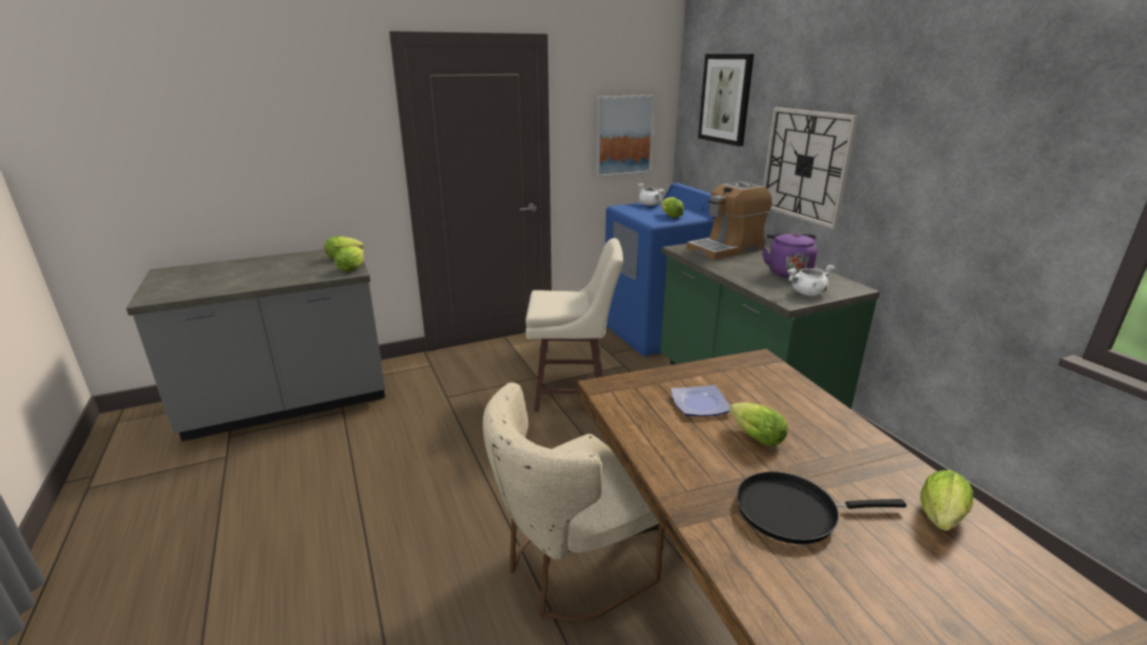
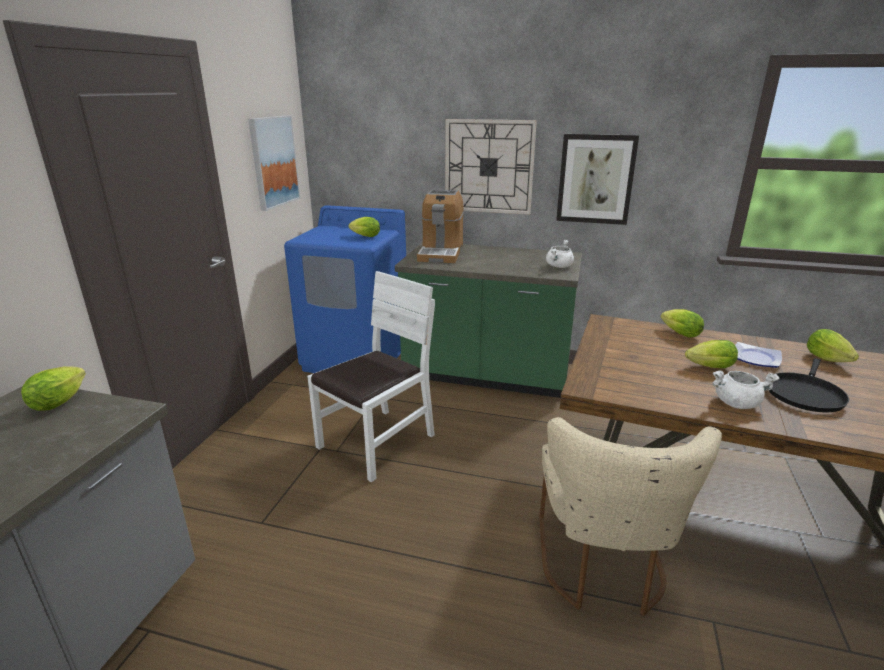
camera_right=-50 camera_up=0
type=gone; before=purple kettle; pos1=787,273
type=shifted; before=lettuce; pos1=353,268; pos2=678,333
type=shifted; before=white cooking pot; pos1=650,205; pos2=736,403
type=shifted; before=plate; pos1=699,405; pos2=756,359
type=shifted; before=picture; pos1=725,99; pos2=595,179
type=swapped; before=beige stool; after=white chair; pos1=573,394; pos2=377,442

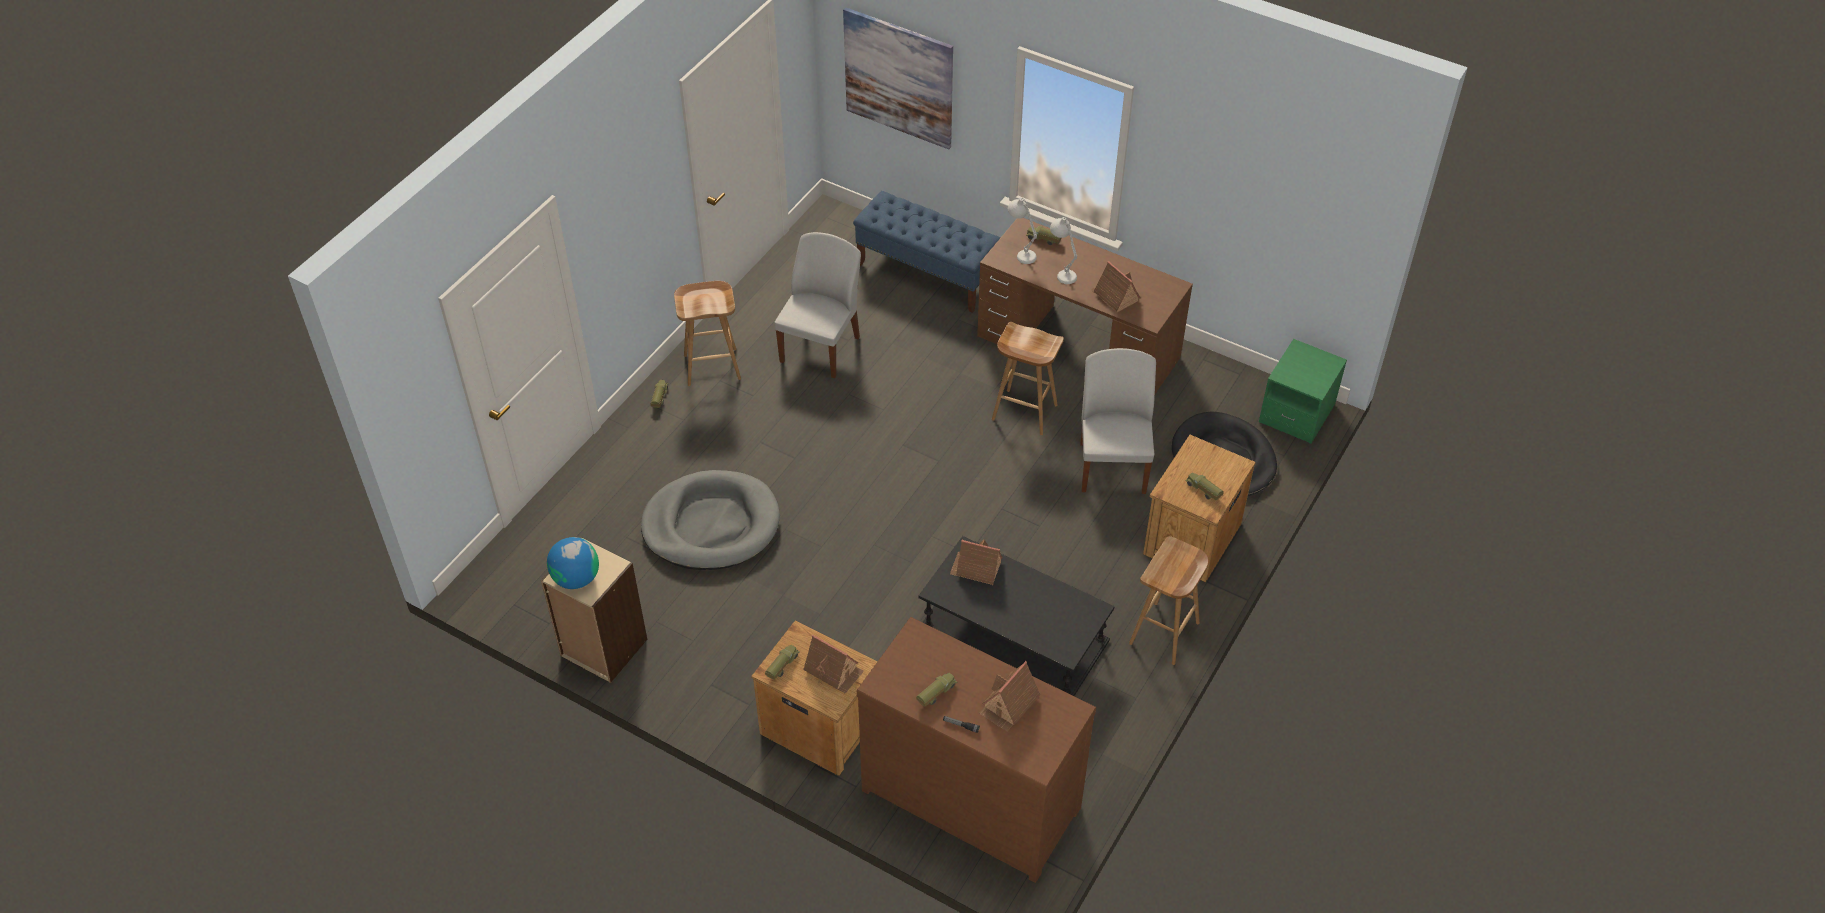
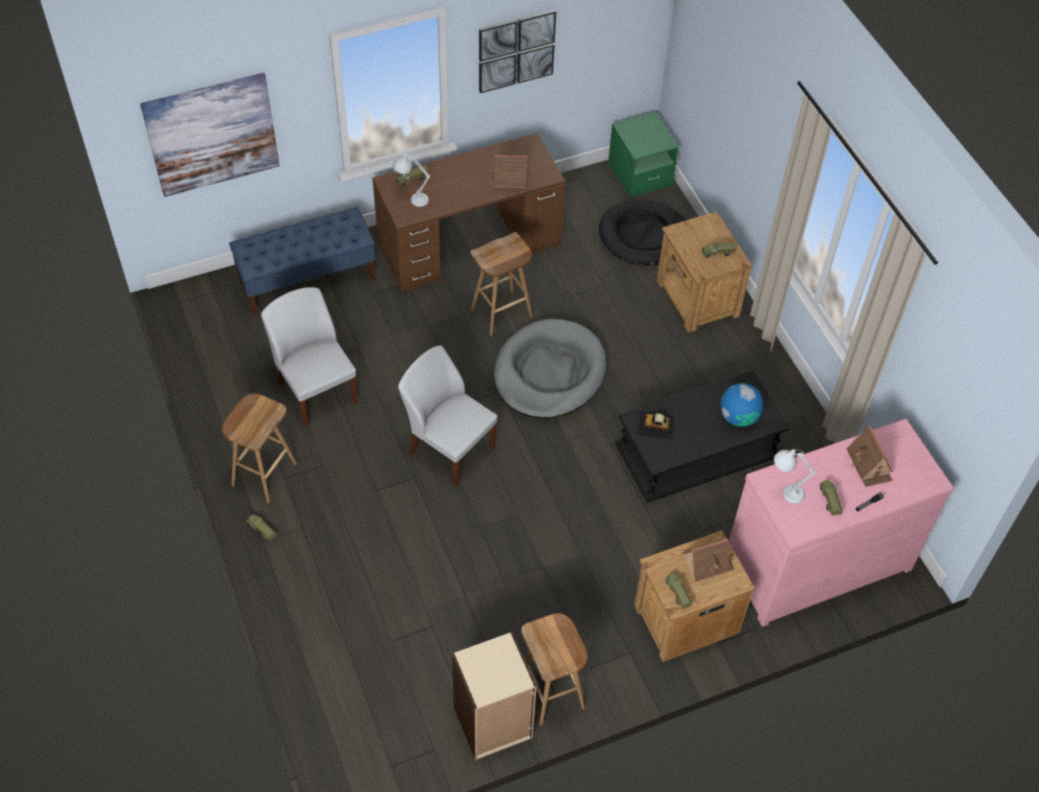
camera_right=-55 camera_up=5
type=new; after=picture; pos2=516,50
type=shifted; before=globe; pos1=576,578; pos2=739,417
type=shifted; before=grey dog bed; pos1=711,525; pos2=549,373
type=shifted; before=white table lamp; pos1=1062,272; pos2=784,493
type=shifted; before=white chair; pos1=1112,466; pos2=450,449
type=shifted; before=brown stool; pos1=1164,634; pos2=552,692
type=swapped; before=toy house; after=toy car; pos1=976,568; pos2=656,425
type=repainted; before=brown dresser; after=pink dresser; pos1=972,795; pos2=815,561

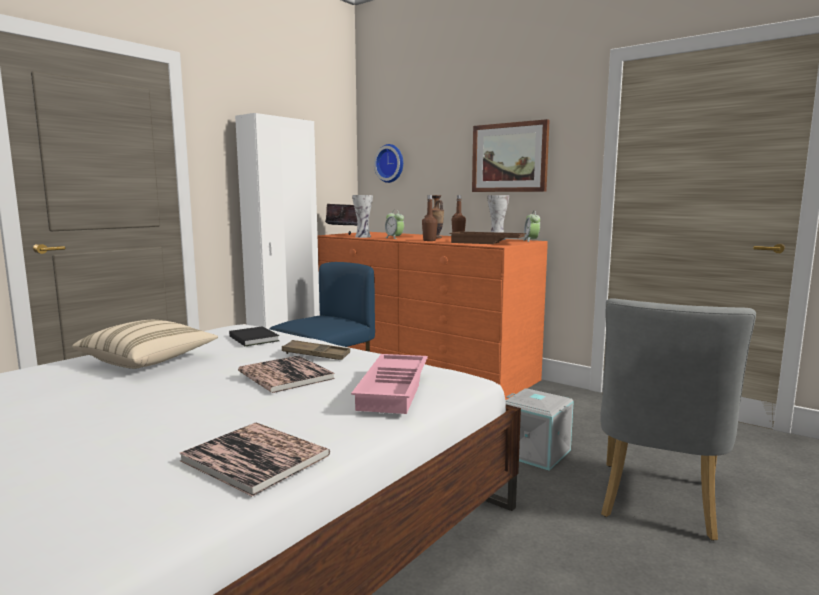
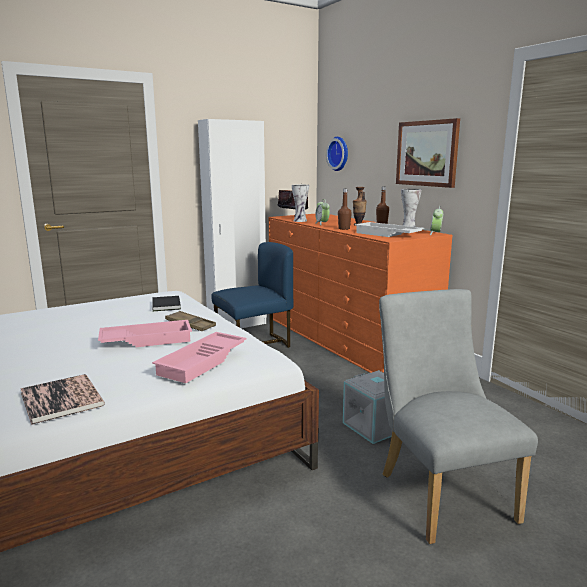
camera_right=20 camera_up=5
type=gone; before=beige pillow; pos1=149,361
type=swapped; before=book; after=pink tray; pos1=285,375; pos2=147,340
type=repainted; before=brown tray; after=white tray; pos1=486,243; pos2=387,234
type=rotated; before=grey chair; pos1=657,505; pos2=440,491; turn=120

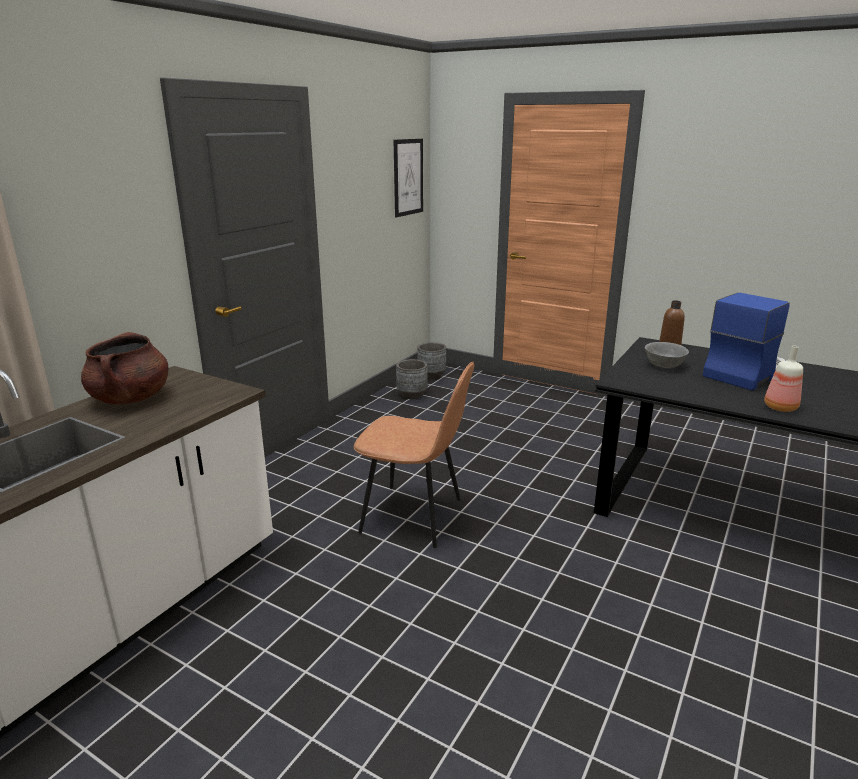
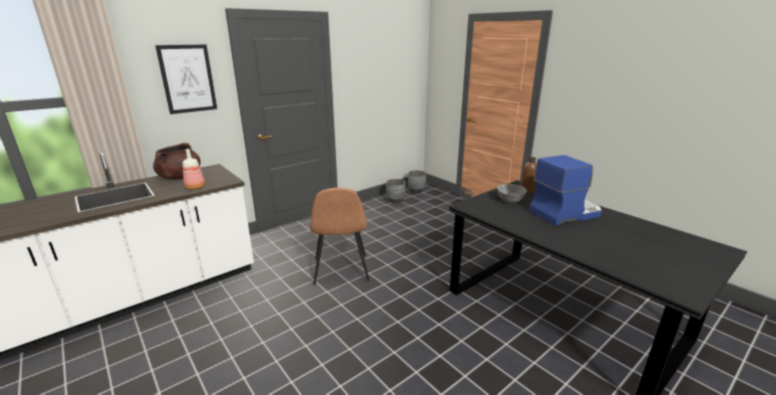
camera_right=20 camera_up=0
type=shifted; before=picture; pos1=408,177; pos2=188,79
type=shifted; before=bottle; pos1=779,407; pos2=195,187
type=rotated; before=brown chair; pos1=414,516; pos2=341,270; turn=45

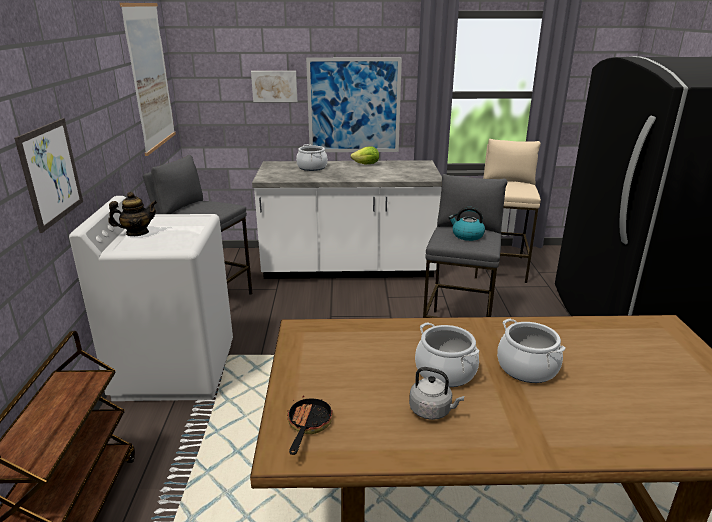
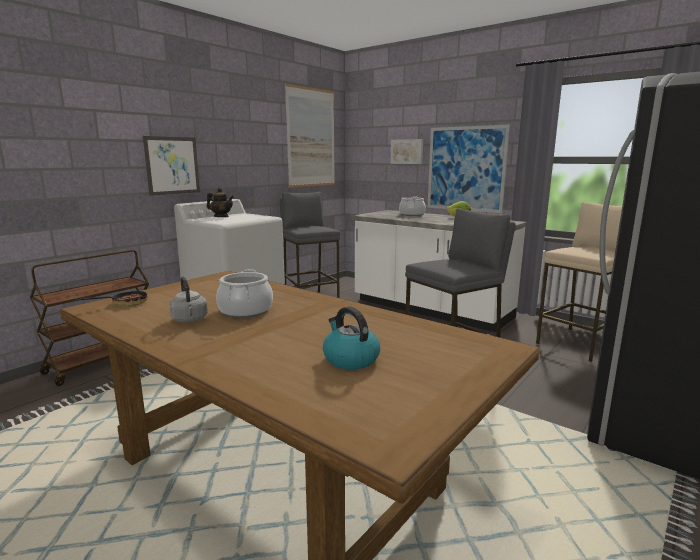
camera_right=40 camera_up=-10
type=gone; before=cooking pot; pos1=527,368
type=shifted; before=kettle; pos1=467,236; pos2=350,359

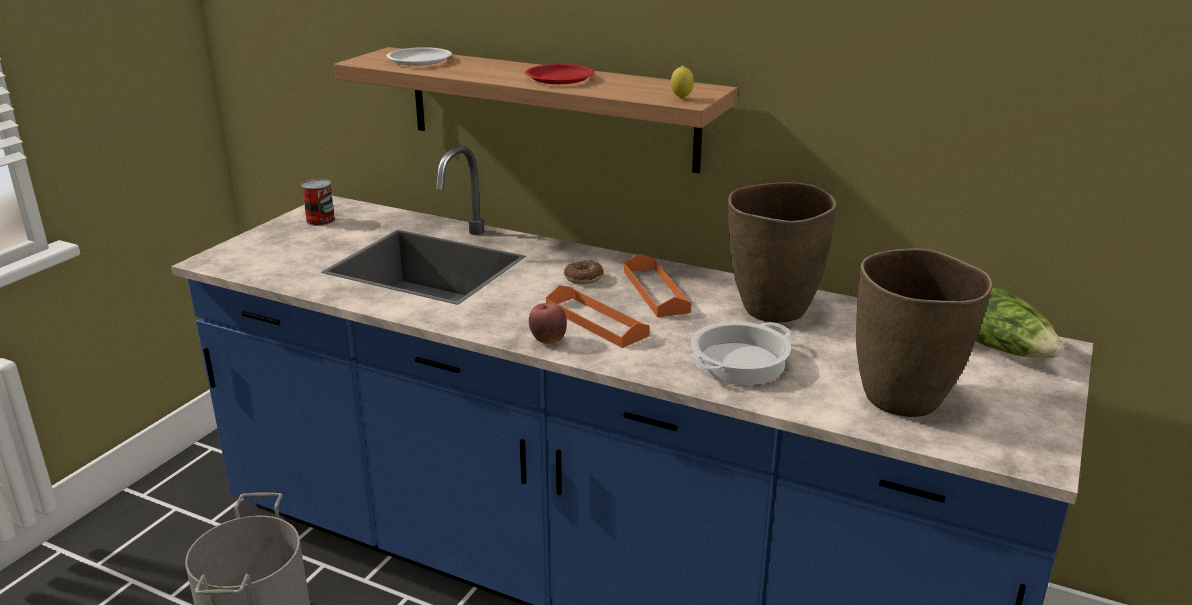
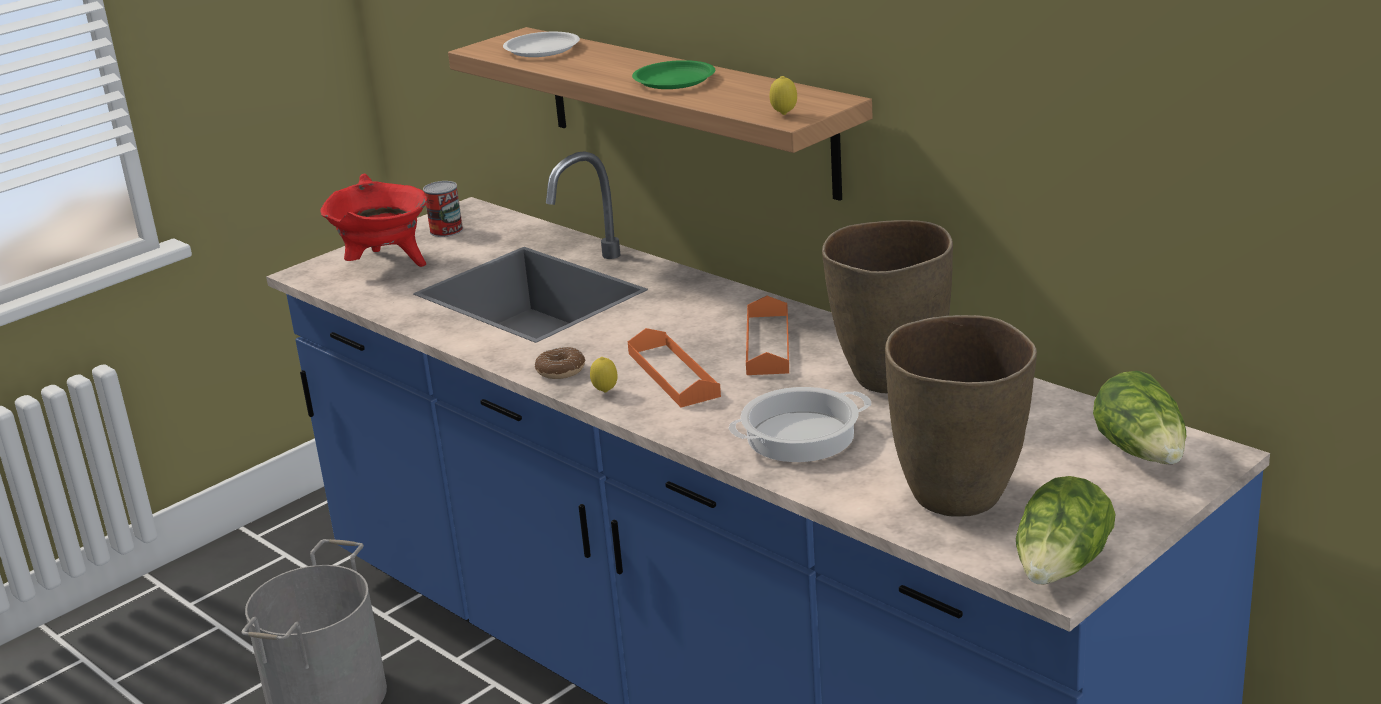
camera_right=20 camera_up=0
type=new; after=red cooking pot; pos2=385,265
type=new; after=lettuce; pos2=1061,568
type=shifted; before=donut; pos1=583,278; pos2=561,371
type=swapped; before=apple; after=lemon; pos1=548,340; pos2=605,392
type=repainted; before=red plate; after=green plate; pos1=559,79; pos2=673,80

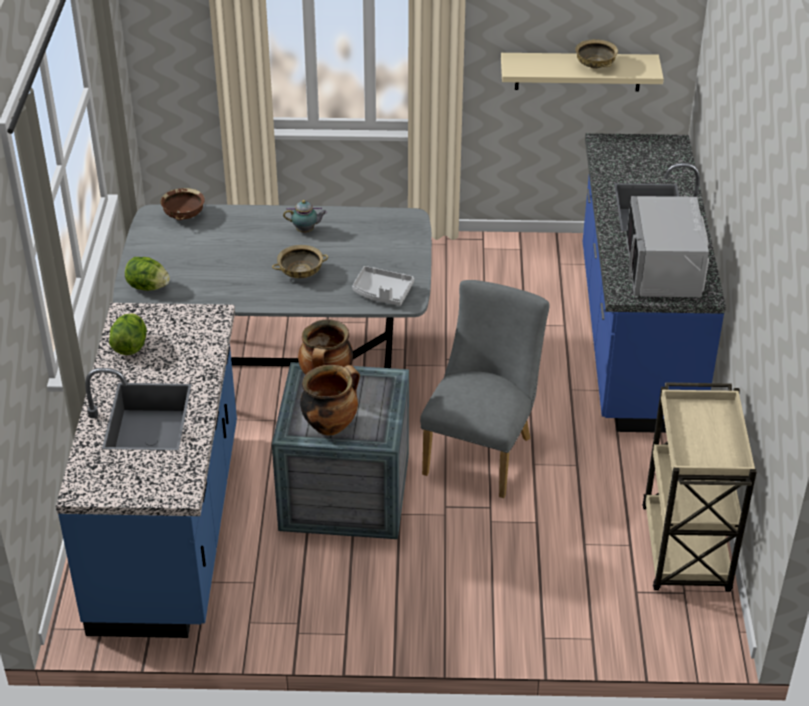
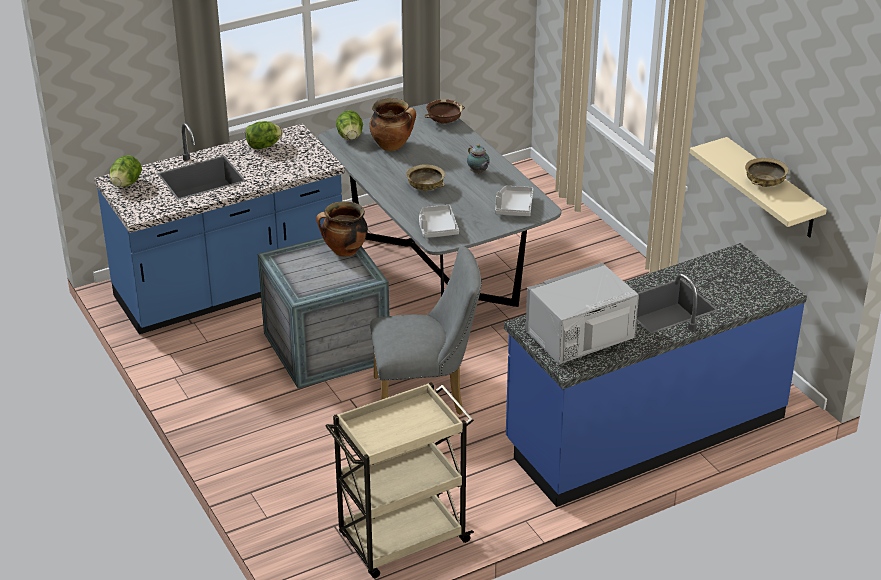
camera_right=60 camera_up=-5
type=new; after=lettuce; pos2=126,184
type=new; after=grey tray; pos2=513,207
type=shifted; before=cooking pot; pos1=330,425; pos2=392,146

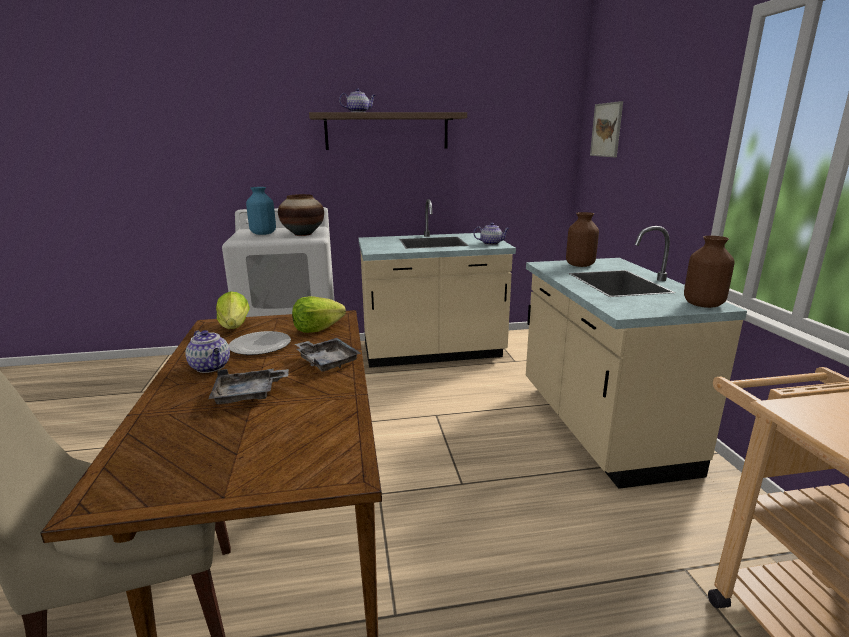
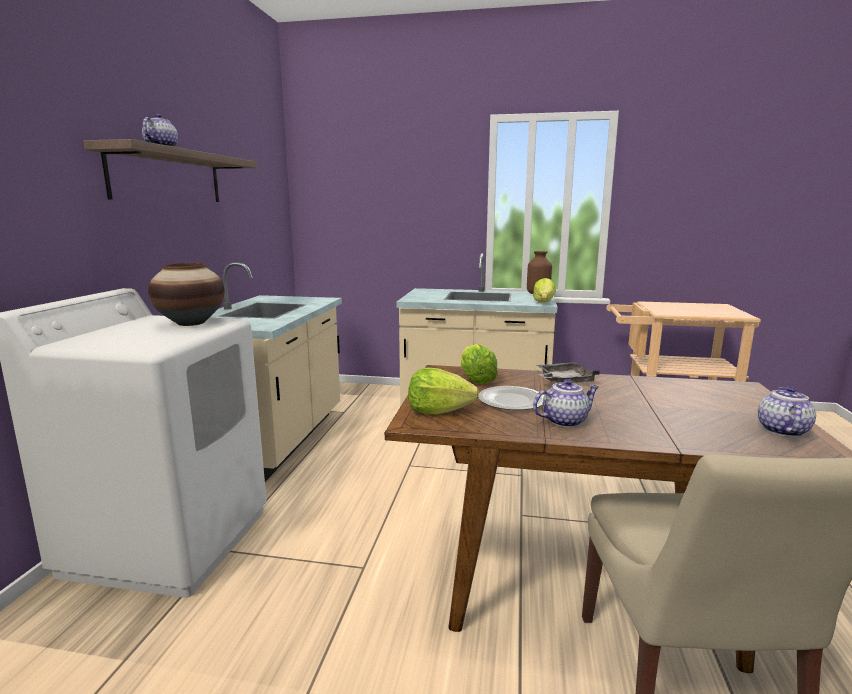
camera_right=-70 camera_up=-5
type=gone; before=grey tray; pos1=248,394
type=gone; before=blue vase; pos1=263,233
type=gone; before=brown vase; pos1=580,265
type=gone; before=picture; pos1=606,130
type=new; after=lettuce; pos2=543,303
type=shifted; before=teapot; pos1=491,243; pos2=781,430

